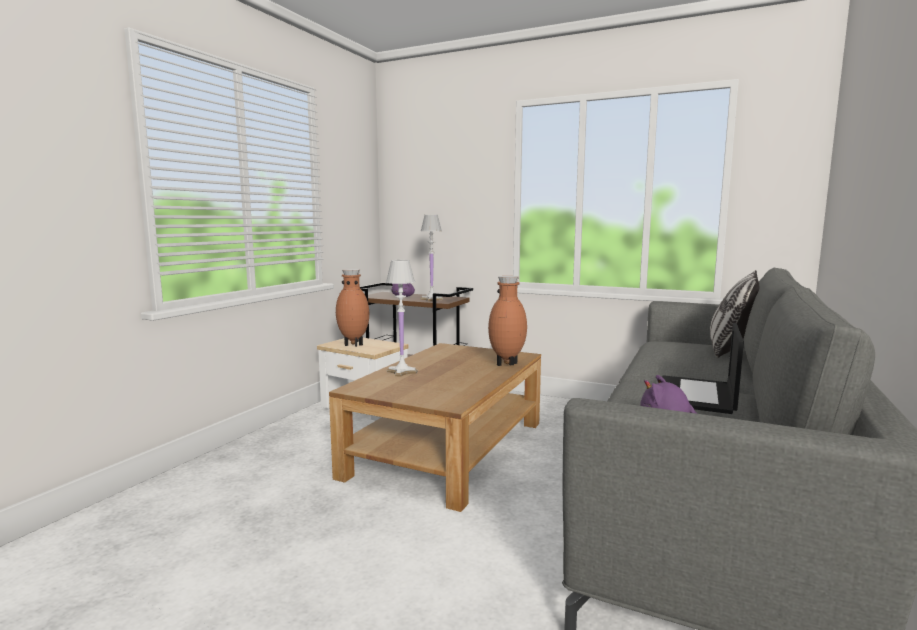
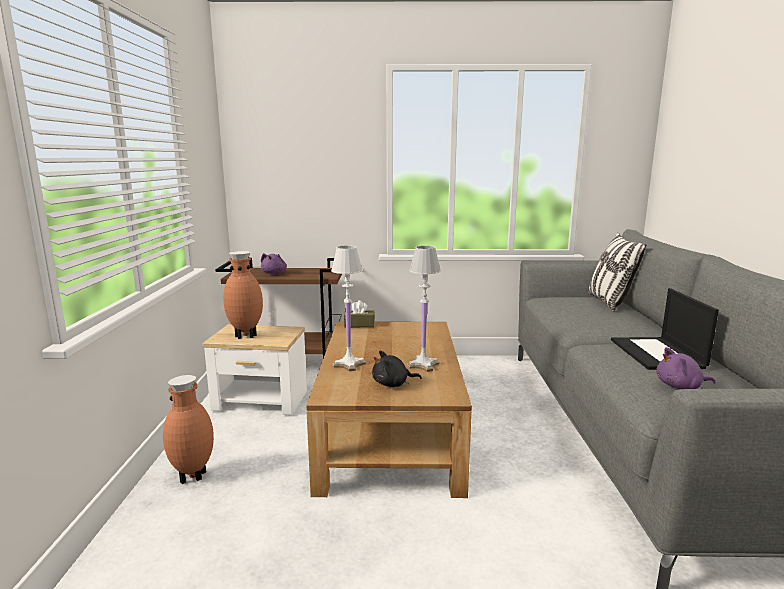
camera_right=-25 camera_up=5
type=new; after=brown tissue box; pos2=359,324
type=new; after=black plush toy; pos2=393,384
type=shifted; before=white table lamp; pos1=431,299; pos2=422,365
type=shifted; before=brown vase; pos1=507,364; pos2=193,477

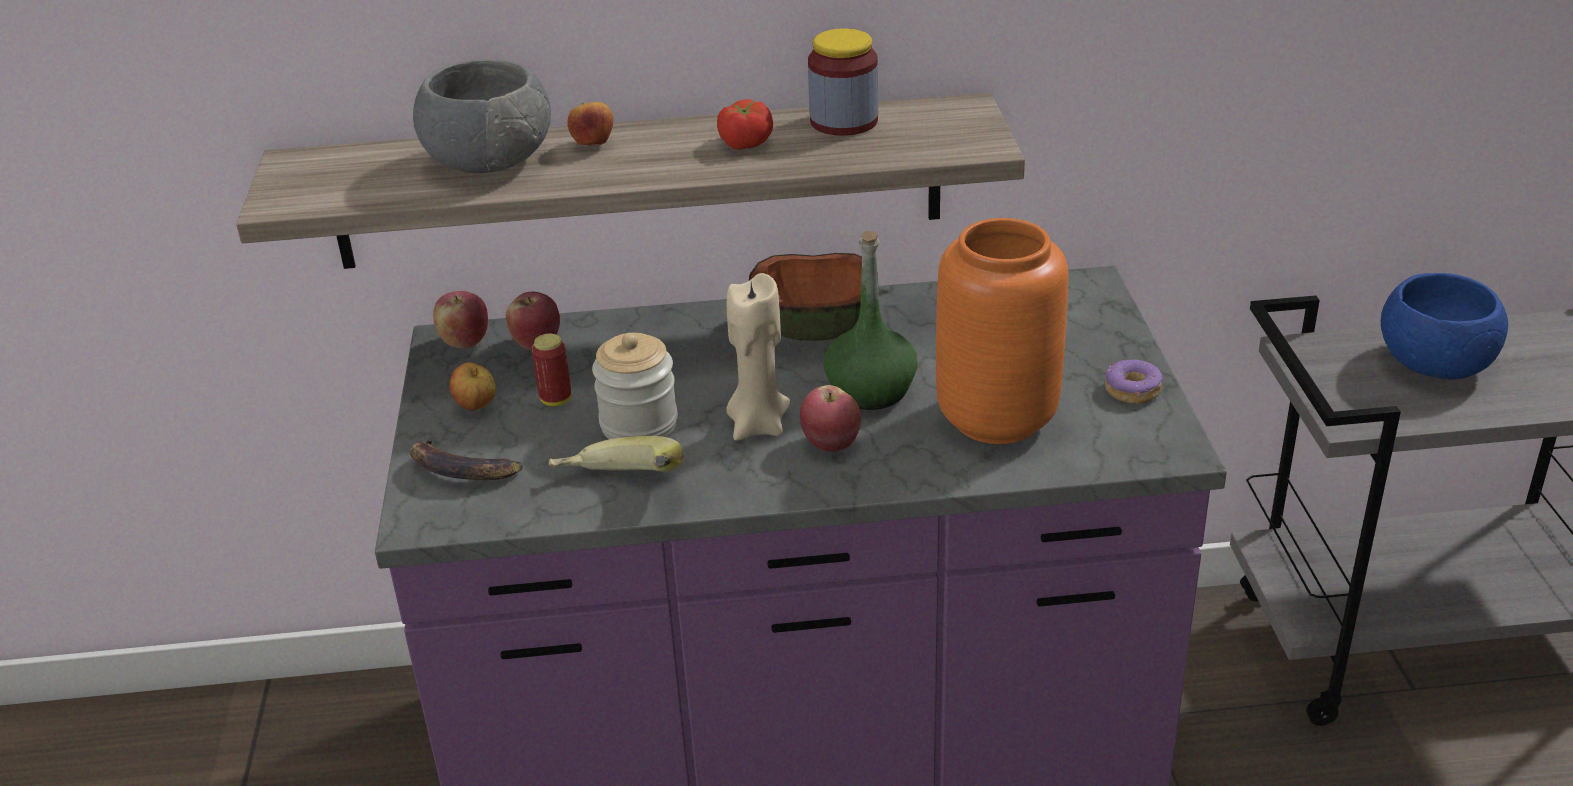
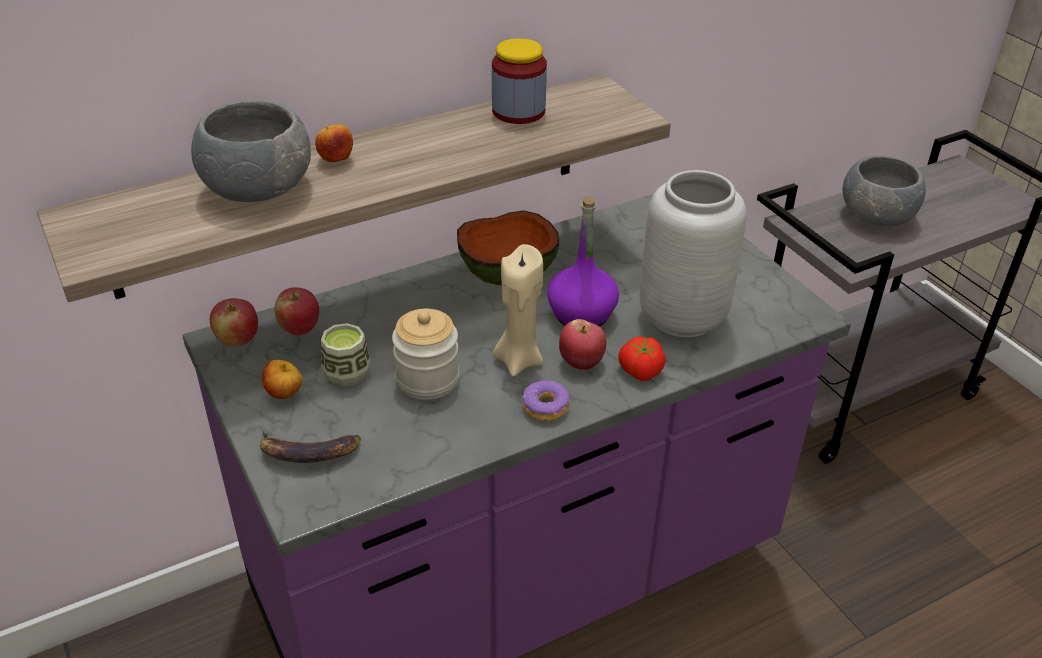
camera_right=-25 camera_up=5
type=gone; before=banana; pos1=619,491
type=shifted; before=tomato; pos1=744,143; pos2=640,370
type=shifted; before=donut; pos1=1132,391; pos2=545,407
type=swapped; before=can; after=cup; pos1=556,400; pos2=347,374
type=repainted; before=green bottle; after=purple bottle; pos1=871,391; pos2=582,314
type=repainted; before=orange vase; after=grey vase; pos1=995,420; pos2=682,318
type=repainted; before=blue bowl; after=grey bowl; pos1=1434,363; pos2=876,216

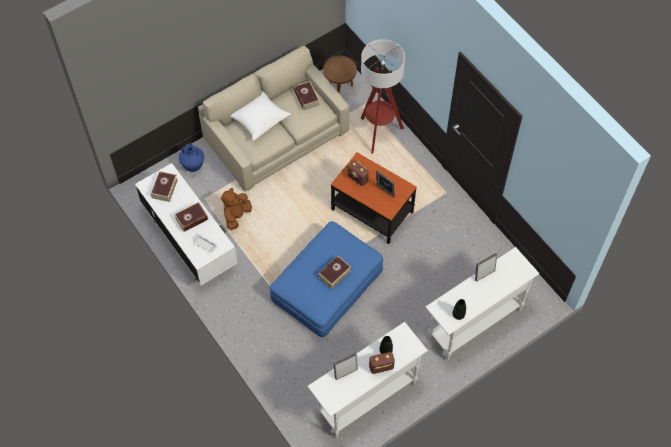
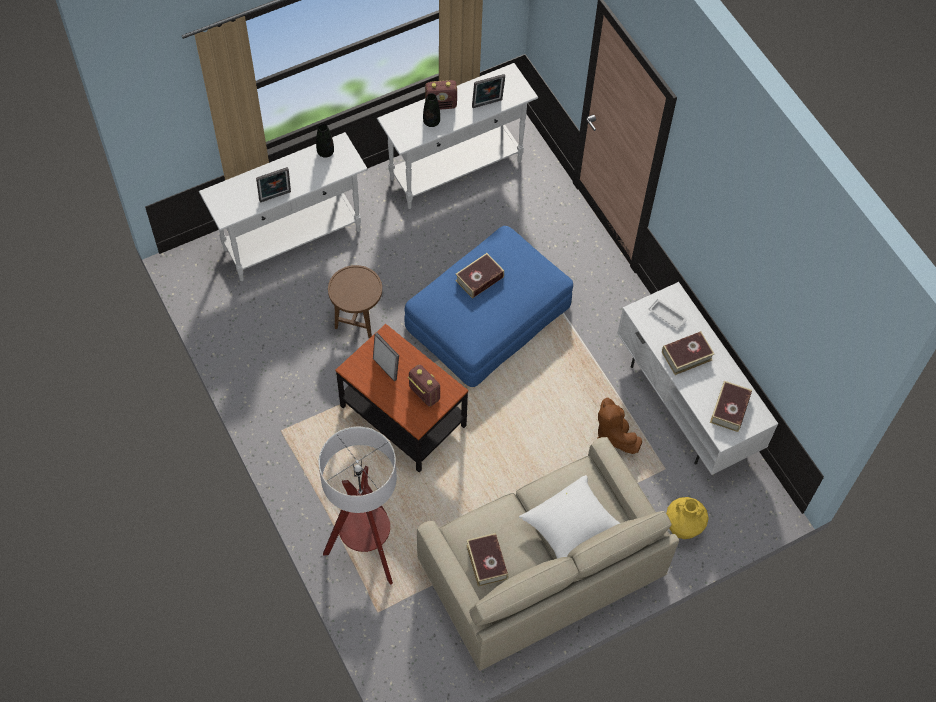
camera_right=-175 camera_up=0
type=shifted; before=brown side table; pos1=339,92; pos2=357,319
type=repainted; before=blue vase; after=yellow vase; pos1=193,166; pos2=682,527
type=rotated; before=brown plush toy; pos1=236,216; pos2=614,434; turn=120

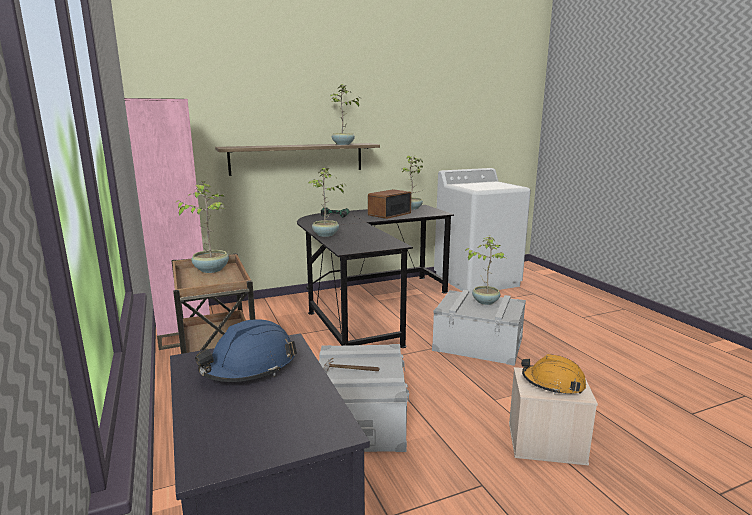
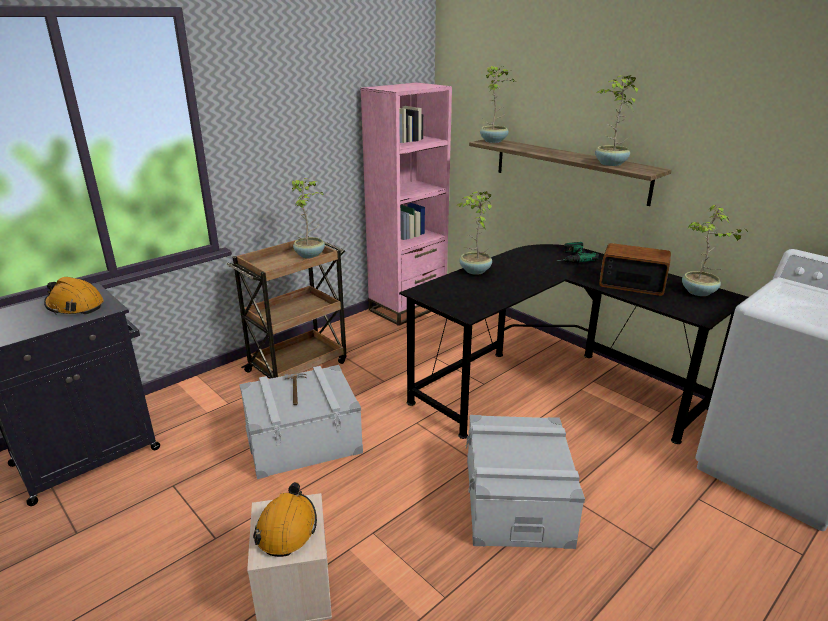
camera_right=70 camera_up=10
type=shifted; before=potted plant; pos1=485,301; pos2=494,141
type=repainted; before=blue hard hat; after=orange hard hat; pos1=249,367; pos2=75,306

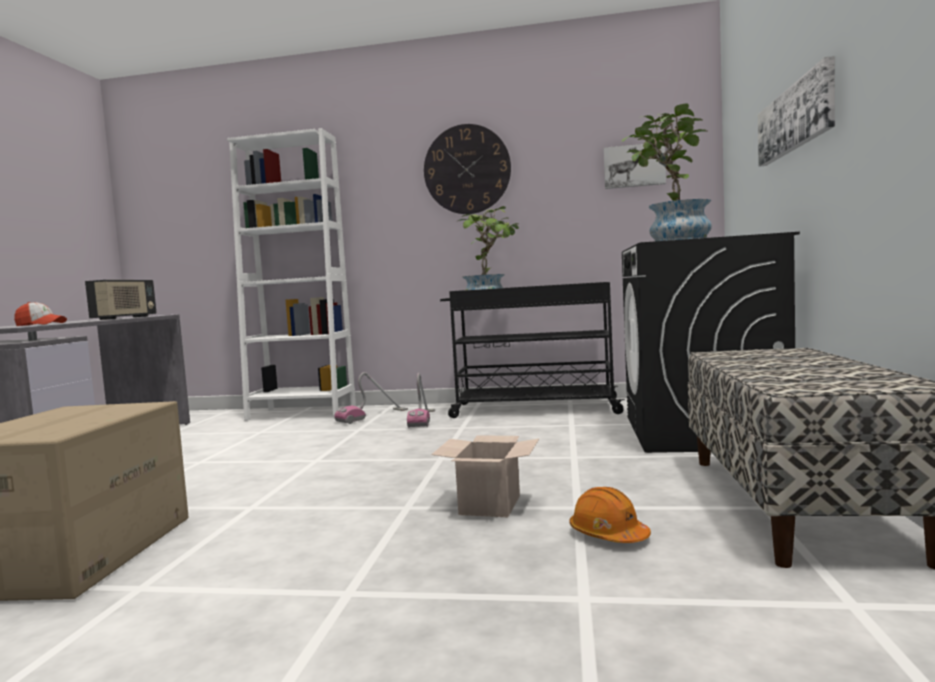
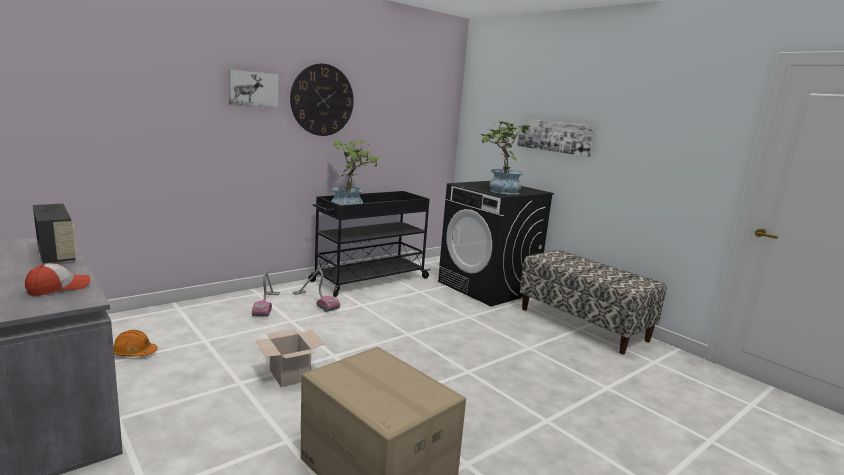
camera_right=-50 camera_up=10
type=gone; before=white bookcase; pos1=302,413
type=shifted; before=cardboard box; pos1=489,504; pos2=288,374
type=shifted; before=orange hard hat; pos1=608,535; pos2=134,353
type=shifted; before=picture; pos1=634,166; pos2=253,89

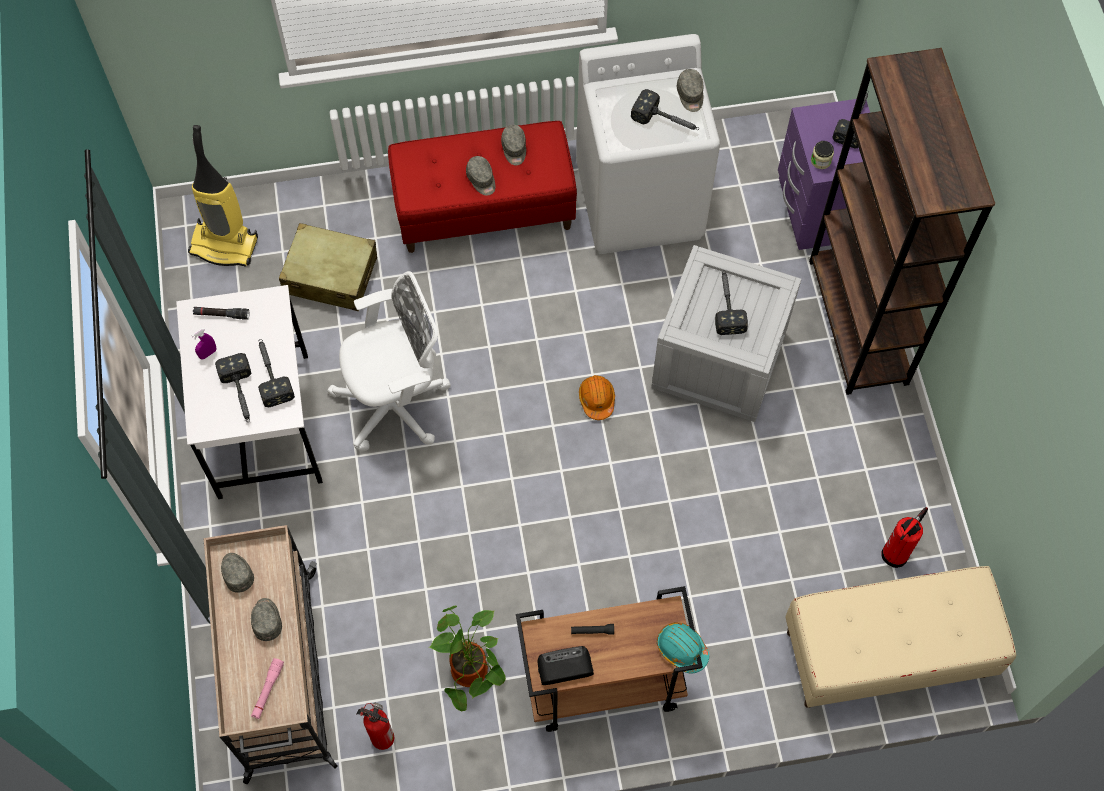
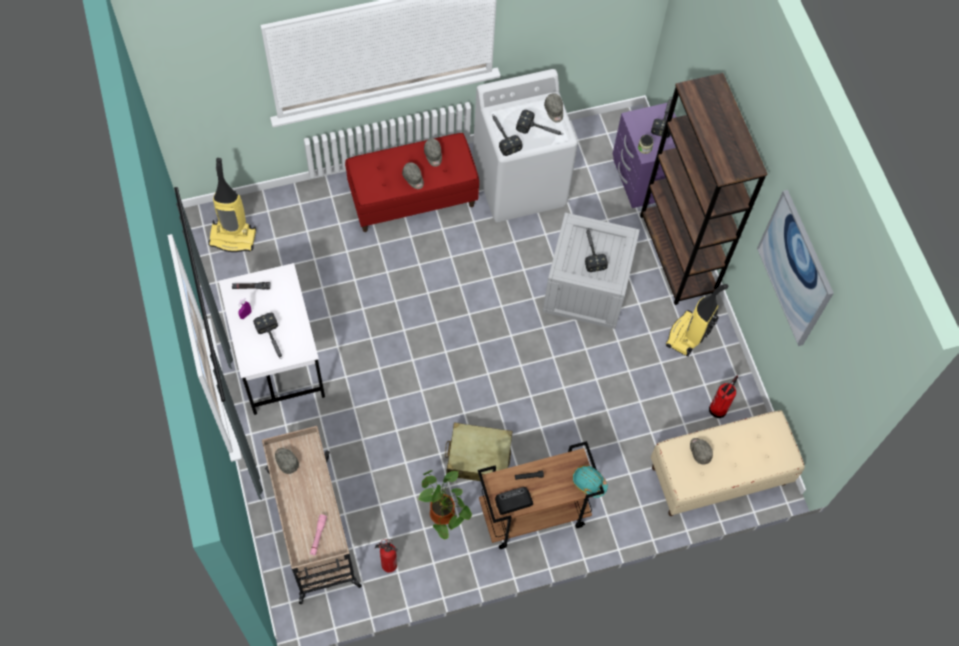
camera_right=-10 camera_up=0
type=gone; before=white office chair; pos1=397,404
type=gone; before=orange hard hat; pos1=597,399
type=new; after=vacuum cleaner; pos2=687,335
type=new; after=picture; pos2=795,269
type=shifted; before=grey cap; pos1=266,620; pos2=699,451
type=shifted; before=hammer; pos1=271,373; pos2=502,135
type=shifted; before=beige suitcase; pos1=330,275; pos2=478,458

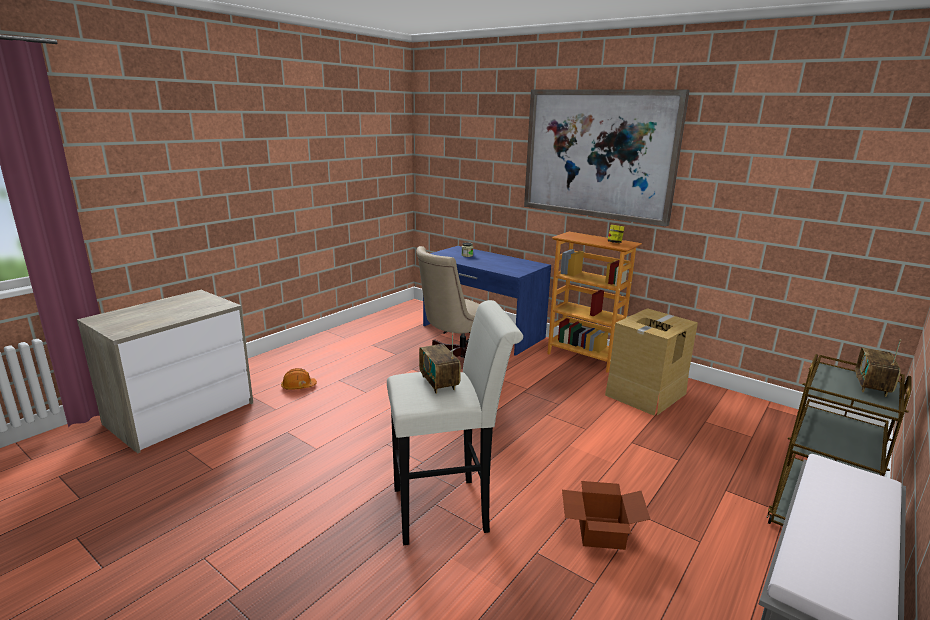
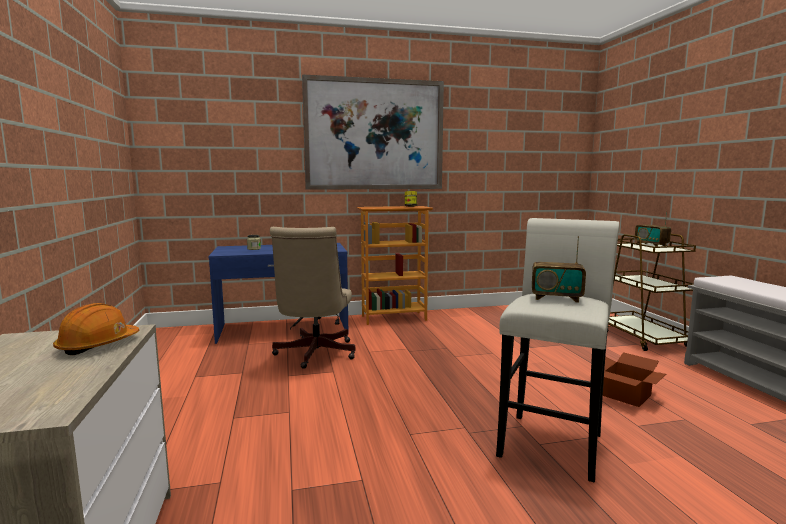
camera_right=-50 camera_up=-10
type=gone; before=cardboard box; pos1=645,394
type=shifted; before=orange hard hat; pos1=298,386; pos2=98,345

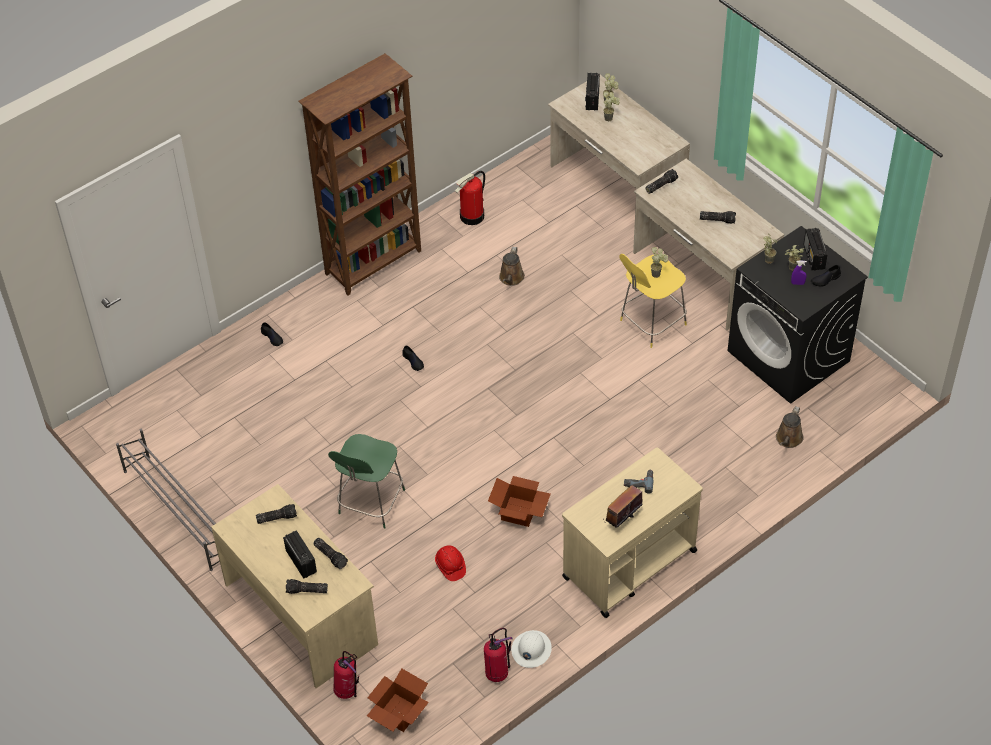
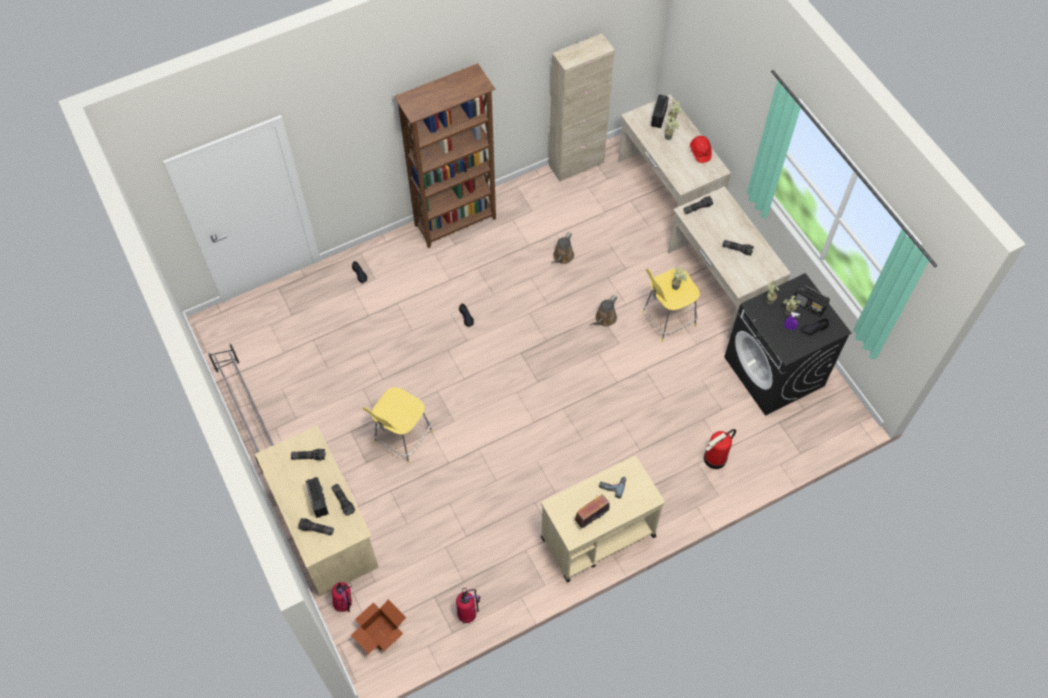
camera_right=10 camera_up=10
type=gone; before=cardboard box; pos1=520,512
type=gone; before=white hard hat; pos1=531,650
type=new; after=beige cabinet; pos2=576,164
type=shifted; before=red hard hat; pos1=450,566; pos2=700,152
type=shifted; before=fire extinguisher; pos1=472,216; pos2=715,459
type=shifted; before=brown watering can; pos1=788,439; pos2=604,319
type=repainted; before=green stool; after=yellow stool; pos1=370,503; pos2=402,438
type=rotated; before=radio; pos1=814,257; pos2=809,305; turn=-60

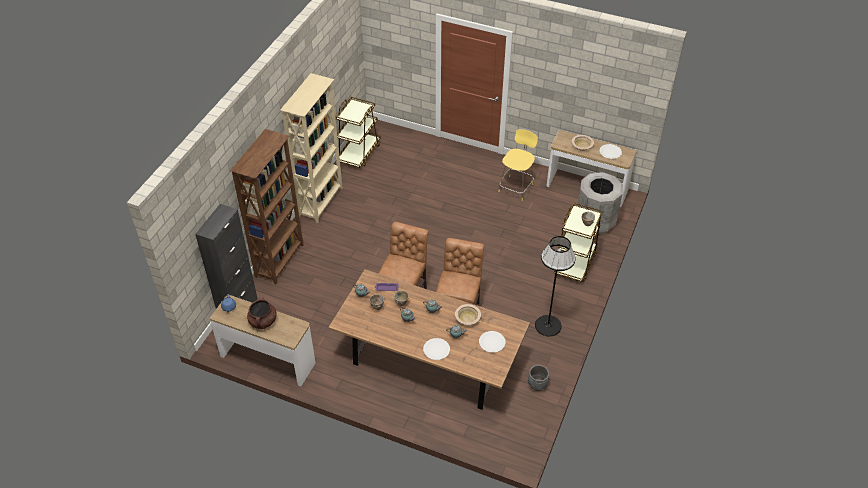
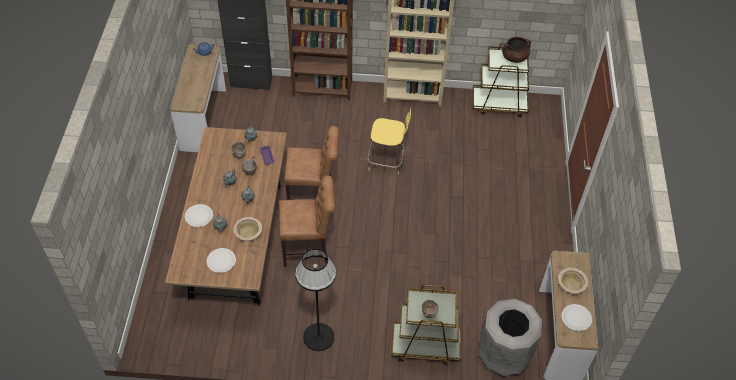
camera_right=70 camera_up=5
type=gone; before=grey planter; pos1=537,385
type=shifted; before=brown cooking pot; pos1=263,321; pos2=514,57
type=shifted; before=yellow stool; pos1=516,187; pos2=387,161

